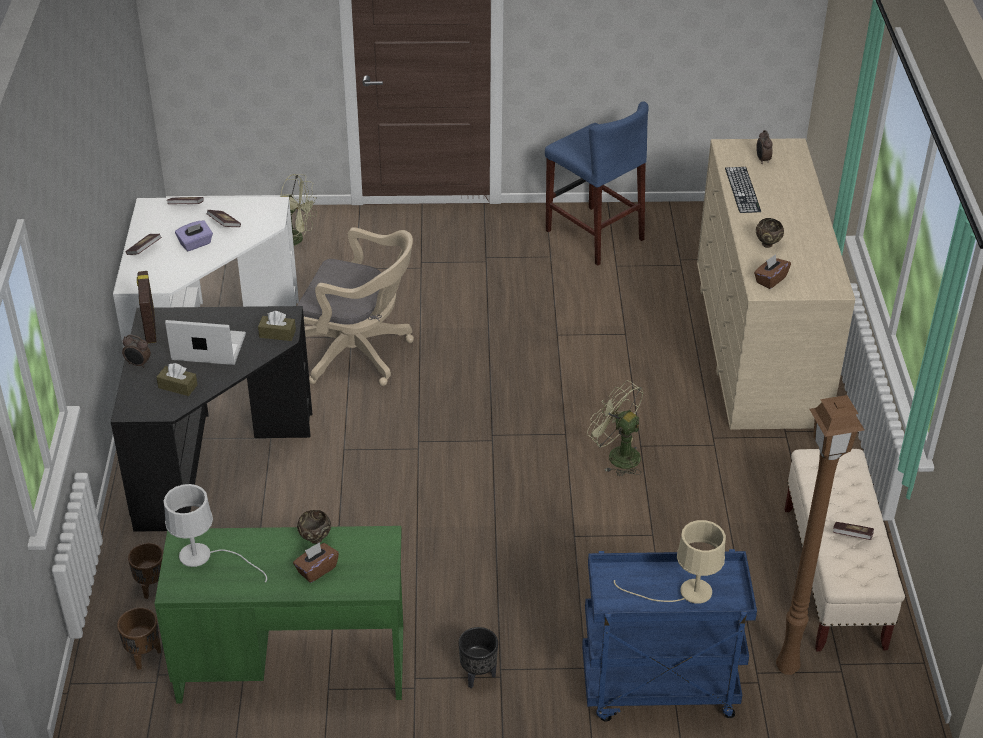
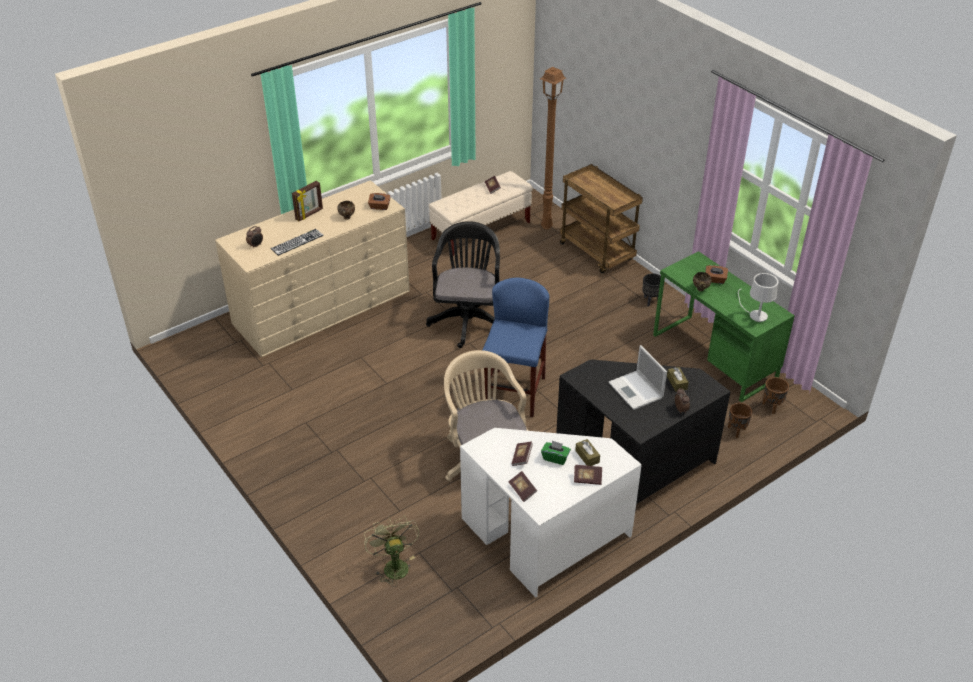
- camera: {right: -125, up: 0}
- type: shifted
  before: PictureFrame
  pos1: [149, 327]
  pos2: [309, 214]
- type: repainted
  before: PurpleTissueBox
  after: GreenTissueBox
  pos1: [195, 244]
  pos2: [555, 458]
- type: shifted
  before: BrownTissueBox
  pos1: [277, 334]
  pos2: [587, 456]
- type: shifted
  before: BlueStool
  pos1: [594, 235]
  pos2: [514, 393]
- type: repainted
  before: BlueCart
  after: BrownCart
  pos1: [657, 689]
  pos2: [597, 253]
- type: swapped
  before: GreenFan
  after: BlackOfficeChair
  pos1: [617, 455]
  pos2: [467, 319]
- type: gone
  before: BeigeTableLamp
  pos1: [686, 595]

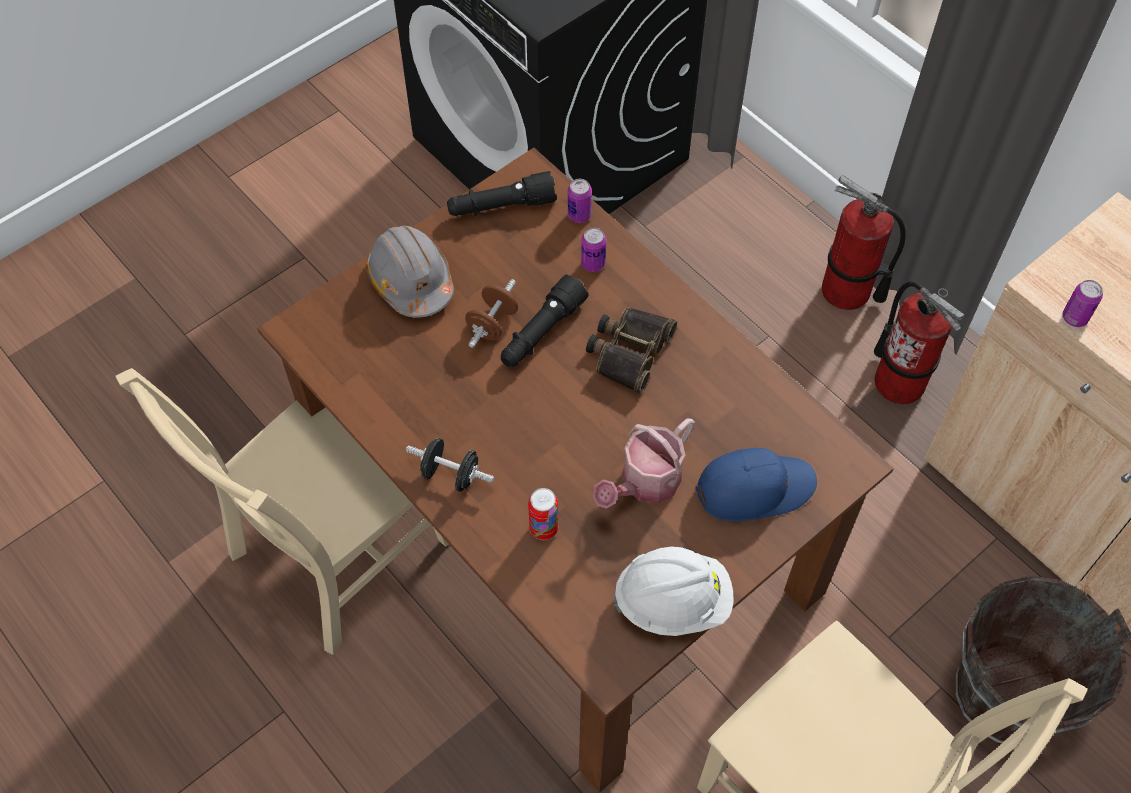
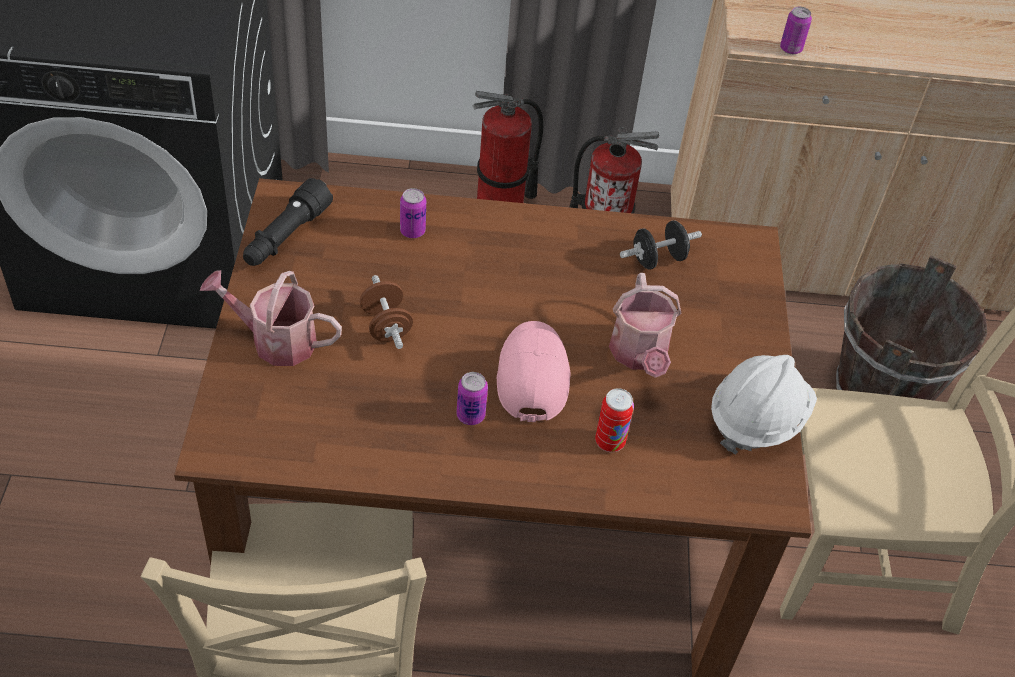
- camera: {right: -50, up: -10}
- type: swapped
  before: GreyHardHat
  after: WateringCan
  pos1: [411, 280]
  pos2: [275, 340]
- type: shifted
  before: BlackDumbbell
  pos1: [451, 474]
  pos2: [658, 259]
- type: gone
  before: BlackFlashlight
  pos1: [541, 332]
- type: shifted
  before: Can
  pos1: [579, 215]
  pos2: [470, 415]
- type: gone
  before: Binoculars
  pos1: [628, 351]
- type: gone
  before: BlueCap
  pos1: [755, 488]
- type: new
  after: PinkCap
  pos2: [532, 375]

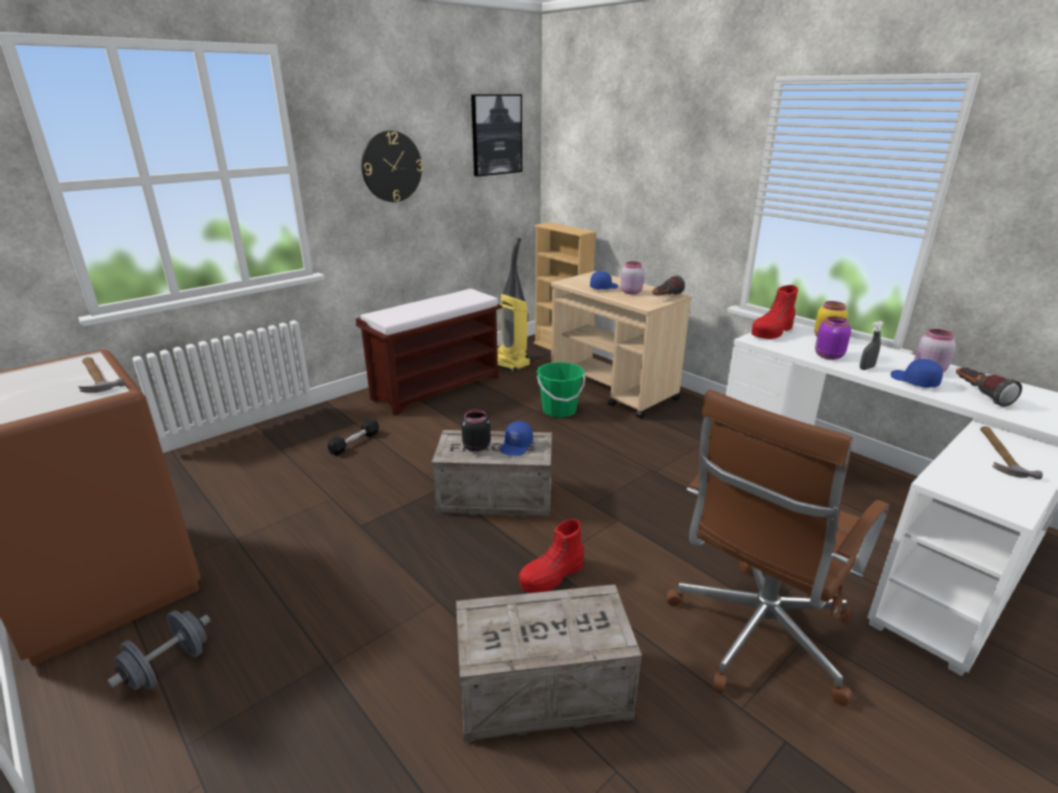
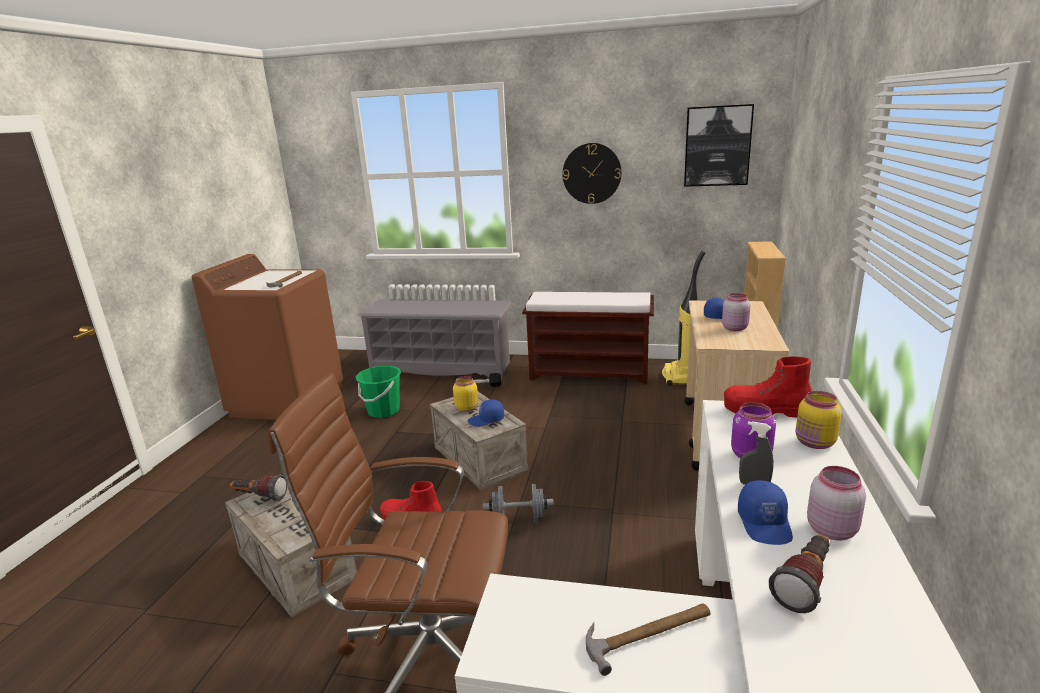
- camera: {right: 55, up: -5}
- type: shifted
  before: GreyDumbbell
  pos1: [168, 667]
  pos2: [519, 520]
- type: repainted
  before: BlackJar
  after: YellowJar
  pos1: [476, 447]
  pos2: [466, 408]
- type: shifted
  before: GreenBucket
  pos1: [559, 410]
  pos2: [383, 411]
- type: shifted
  before: Flashlight
  pos1: [665, 297]
  pos2: [259, 497]
- type: rotated
  before: BlueCap
  pos1: [913, 381]
  pos2: [765, 523]
  turn: 150
- type: new
  after: GreyShoeRack
  pos2: [442, 368]

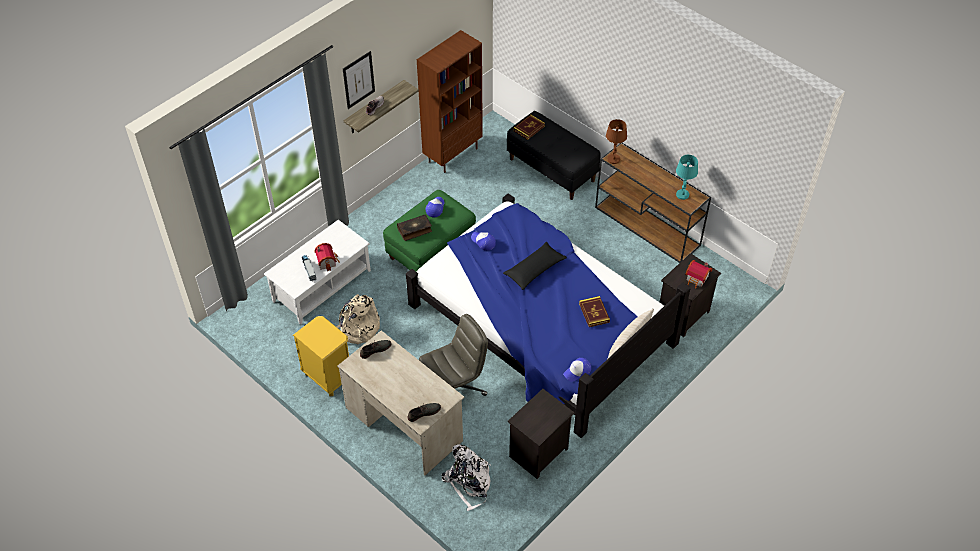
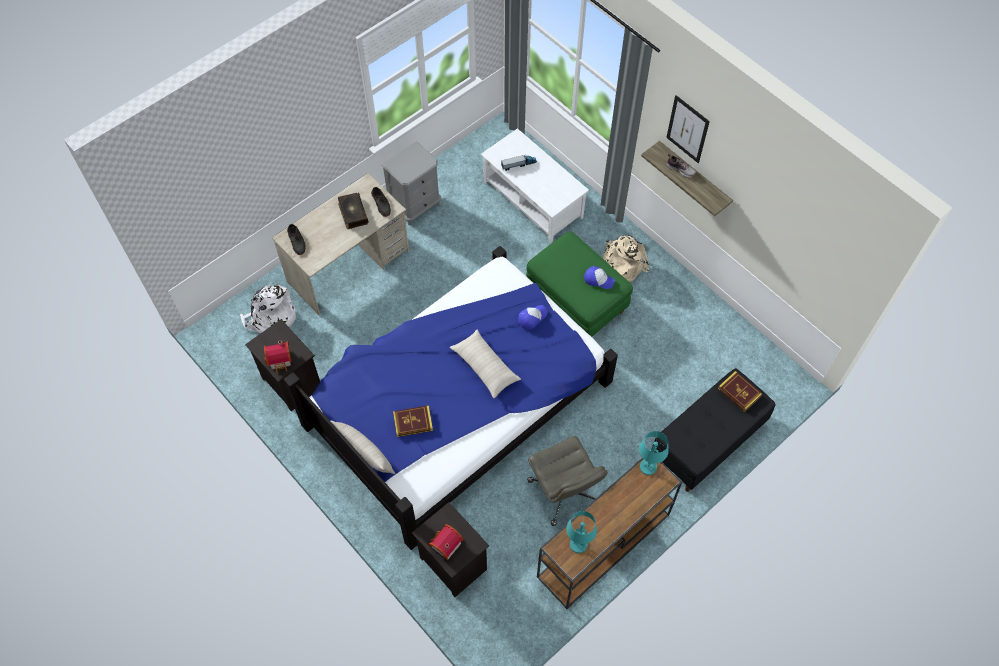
- camera: {right: 95, up: 10}
- type: repainted
  before: YellowNightstand
  after: GreyNightstand
  pos1: [328, 377]
  pos2: [415, 205]
- type: shifted
  before: ToyHouse
  pos1: [327, 261]
  pos2: [281, 360]
- type: shifted
  before: BeigeBackpack
  pos1: [356, 329]
  pos2: [622, 264]
- type: shifted
  before: Book
  pos1: [415, 230]
  pos2: [352, 213]
- type: gone
  before: BrownBookcase
  pos1: [452, 154]
- type: shifted
  before: GreyOfficeChair
  pos1: [455, 388]
  pos2: [564, 492]
- type: repainted
  before: BlackPillow
  after: BeigePillow
  pos1: [534, 270]
  pos2: [485, 367]
- type: gone
  before: Cap
  pos1: [577, 371]
- type: repainted
  before: BrownTableLamp
  after: TurquoiseTableLamp
  pos1: [613, 159]
  pos2: [648, 467]

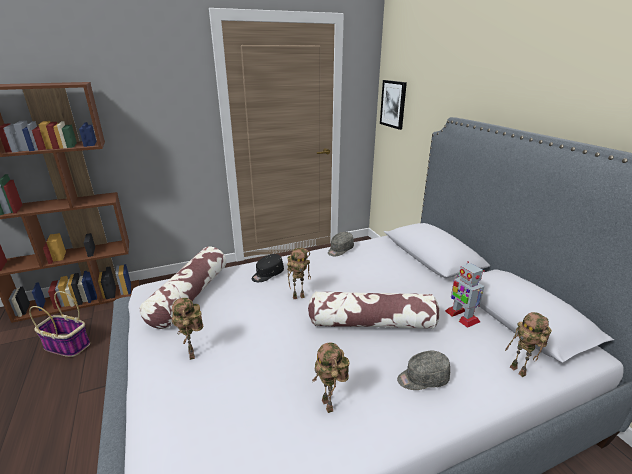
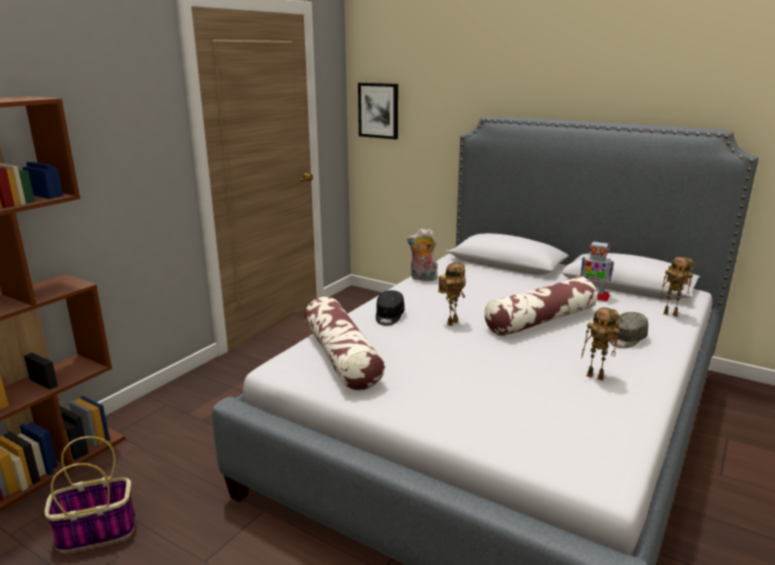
- camera: {right: -35, up: -5}
- type: gone
  before: ToyRobot
  pos1: [193, 354]
- type: swapped
  before: GreyCap
  after: PlushToy
  pos1: [340, 250]
  pos2: [422, 278]

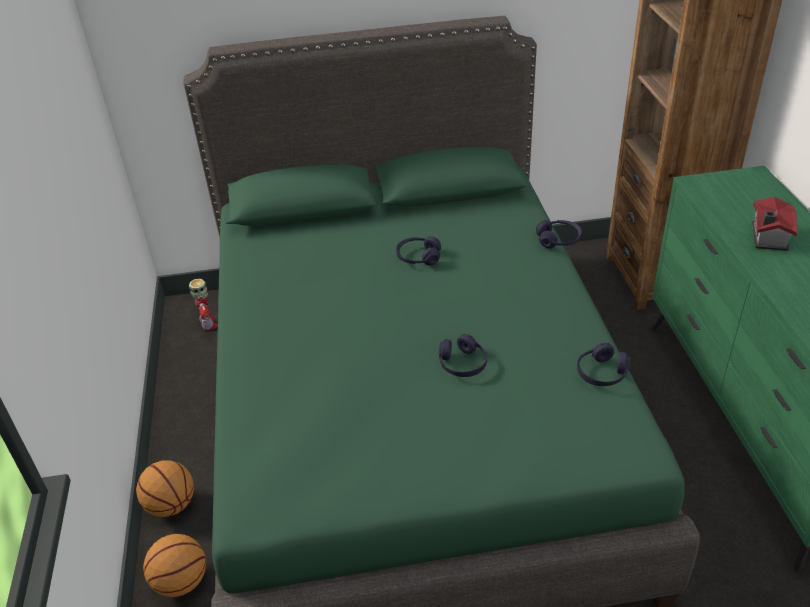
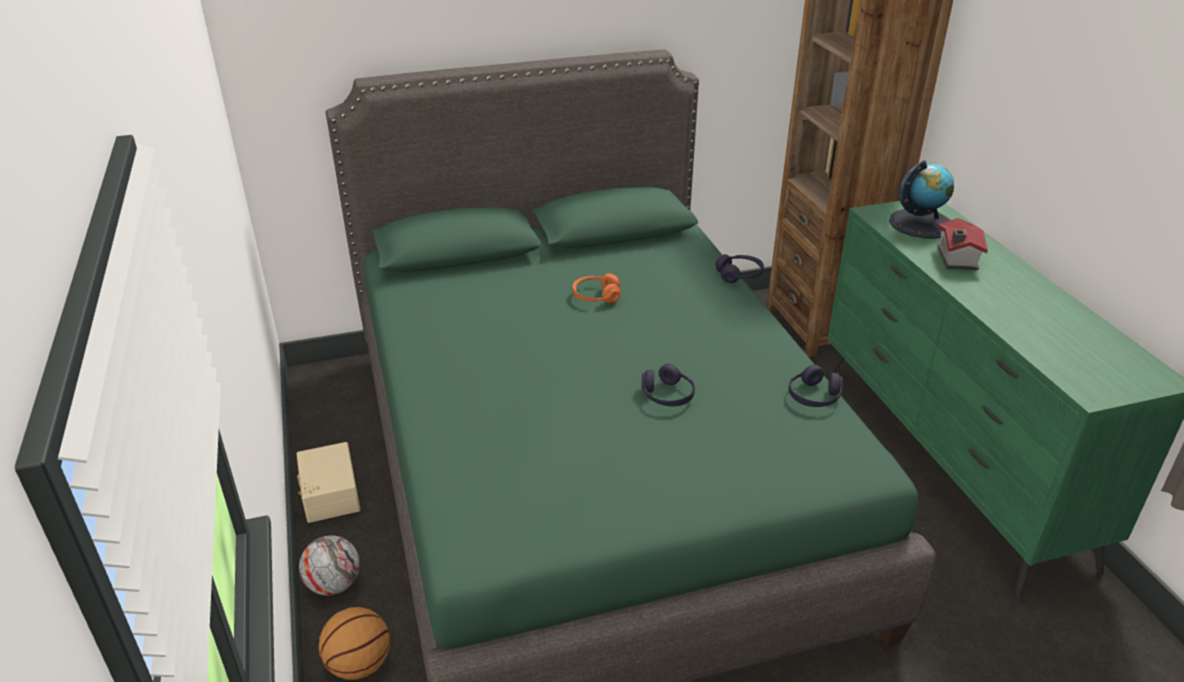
- camera: {right: -10, up: -5}
- type: swapped
  before: Basketball
  after: Football
  pos1: [172, 505]
  pos2: [334, 584]
- type: gone
  before: ToyRobot
  pos1: [208, 324]
- type: repainted
  before: PurpleHeadphones
  after: OrangeHeadphones
  pos1: [418, 257]
  pos2: [596, 296]
- type: new
  after: BeigeStorageBox
  pos2: [328, 493]
- type: new
  after: Globe
  pos2: [921, 223]

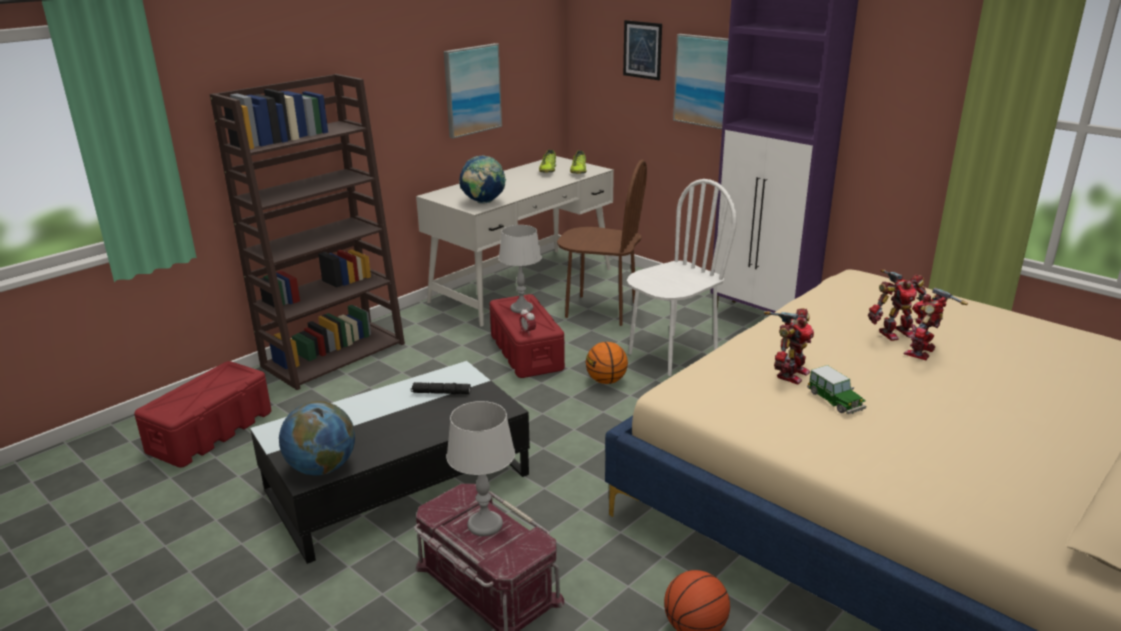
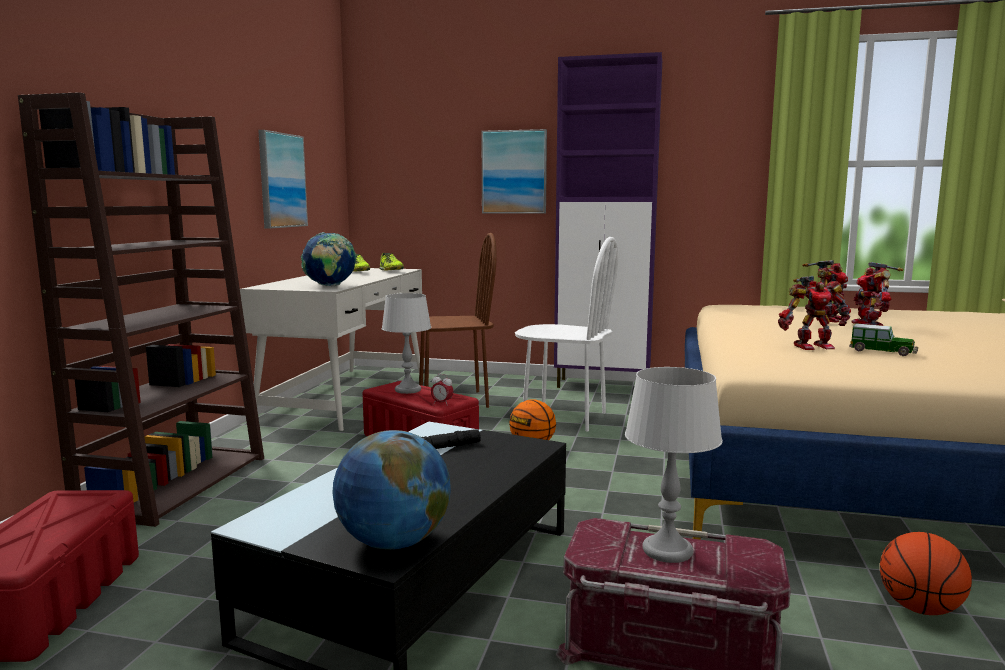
- camera: {right: -30, up: -15}
- type: gone
  before: Picture
  pos1: [642, 50]
- type: rotated
  before: WhiteChair
  pos1: [672, 354]
  pos2: [564, 418]
  turn: 90
- type: rotated
  before: ToyRobot
  pos1: [790, 374]
  pos2: [811, 346]
  turn: 75

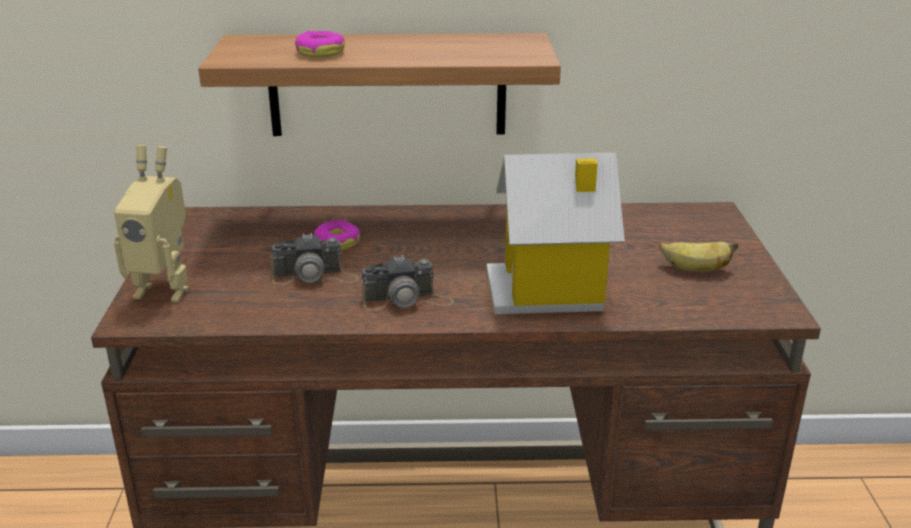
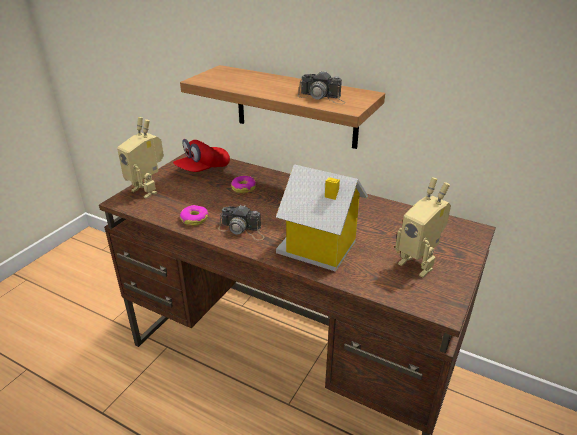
- camera: {right: 30, up: 5}
- type: shifted
  before: PhotoCamera
  pos1: [315, 276]
  pos2: [322, 97]
- type: shifted
  before: Donut
  pos1: [320, 52]
  pos2: [194, 219]
- type: swapped
  before: Banana
  after: ToyRobot
  pos1: [694, 270]
  pos2: [418, 264]
- type: new
  after: RedCap
  pos2: [203, 169]

